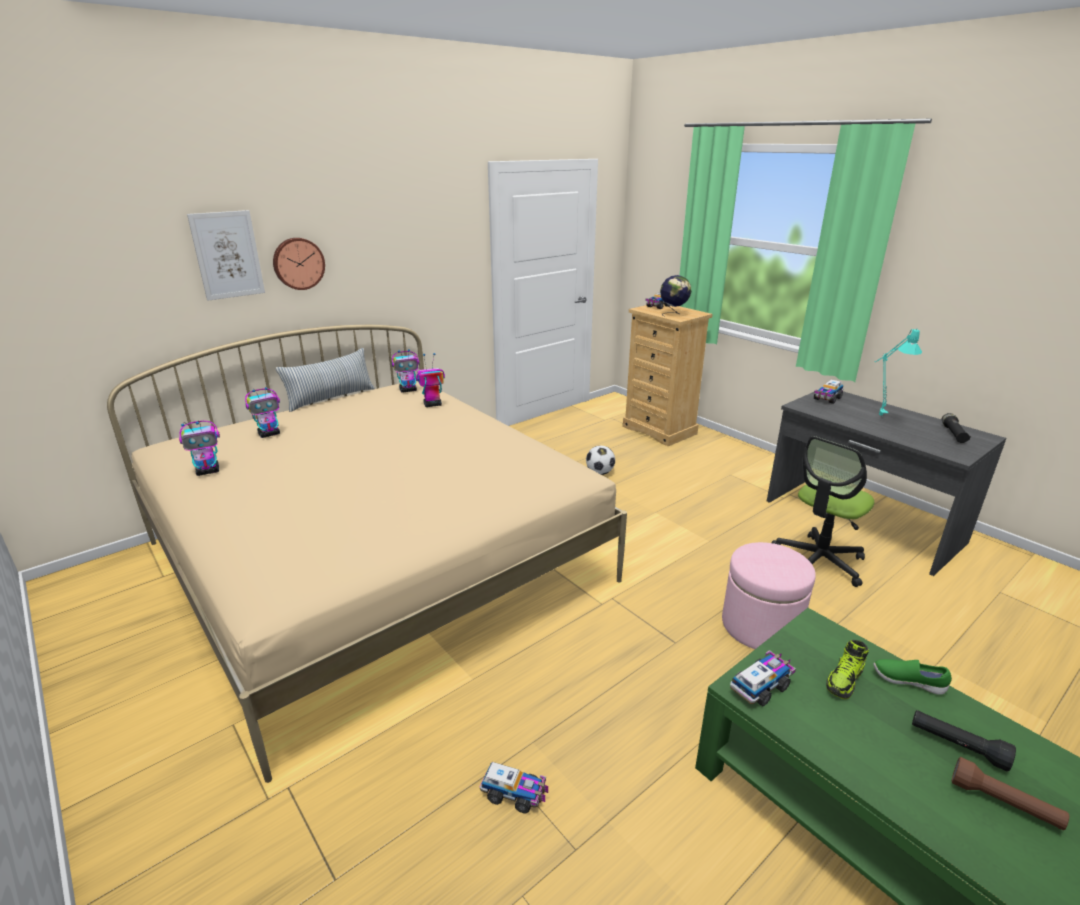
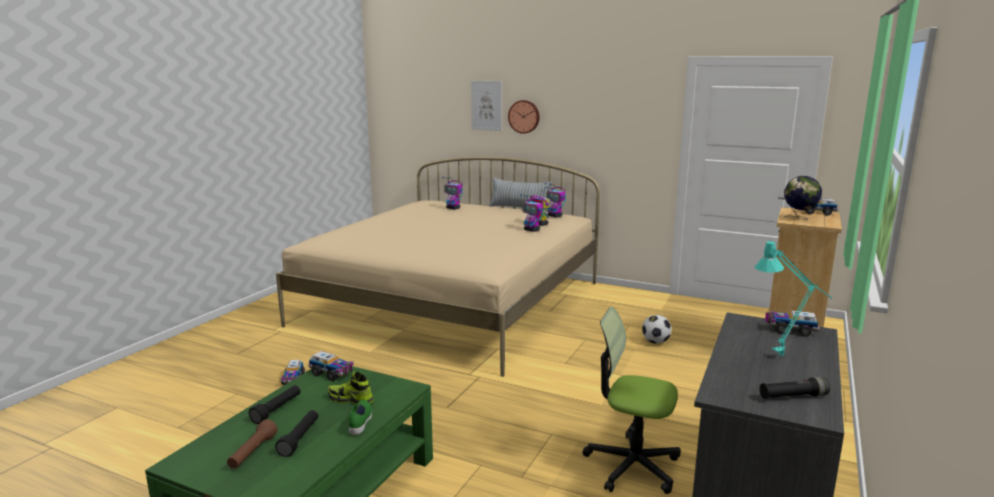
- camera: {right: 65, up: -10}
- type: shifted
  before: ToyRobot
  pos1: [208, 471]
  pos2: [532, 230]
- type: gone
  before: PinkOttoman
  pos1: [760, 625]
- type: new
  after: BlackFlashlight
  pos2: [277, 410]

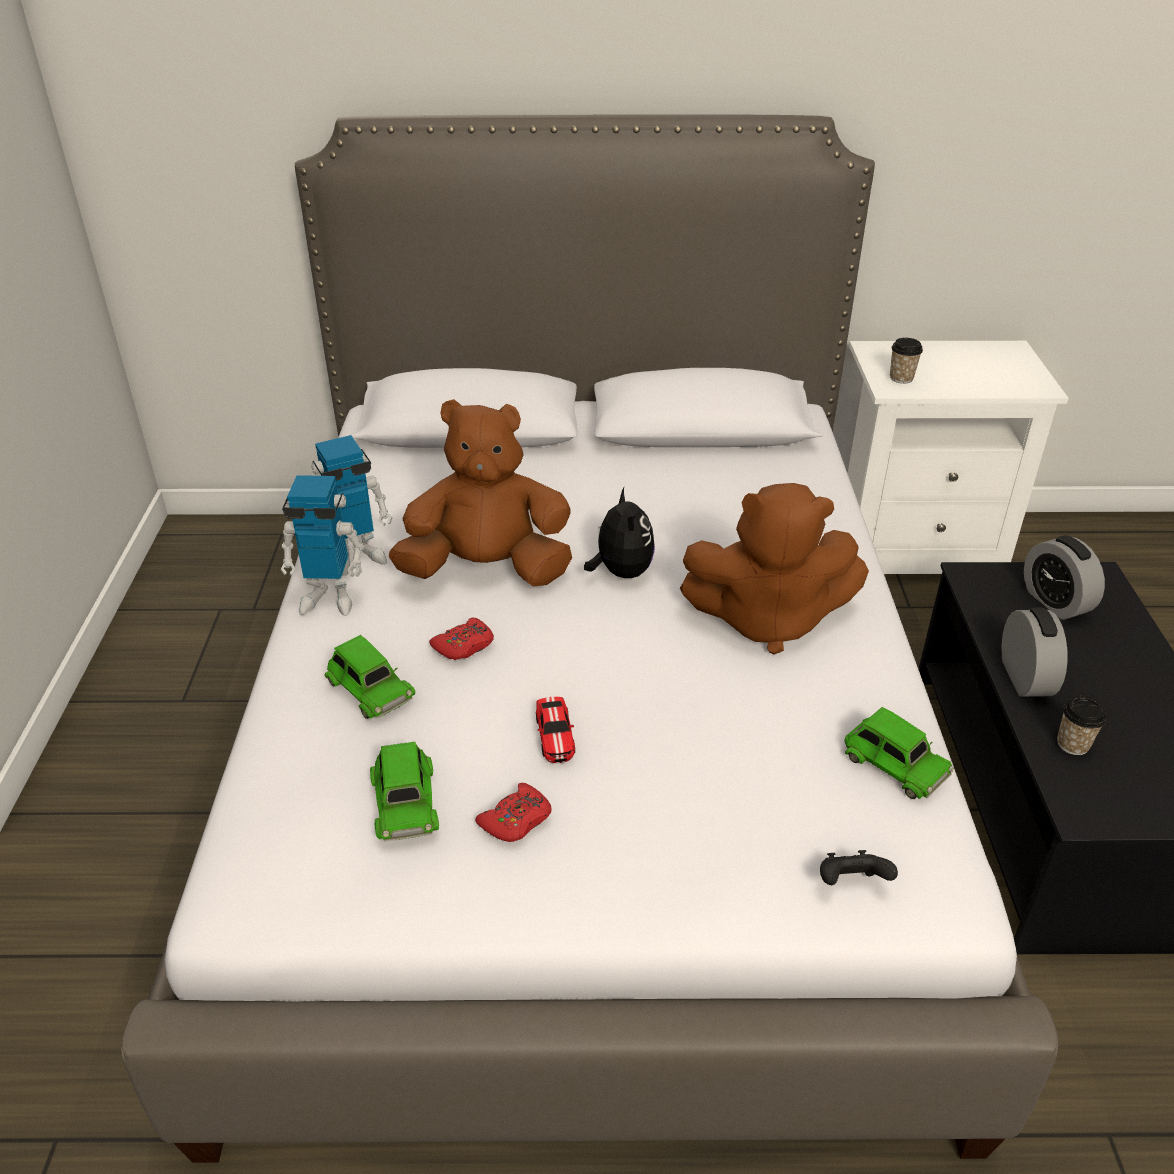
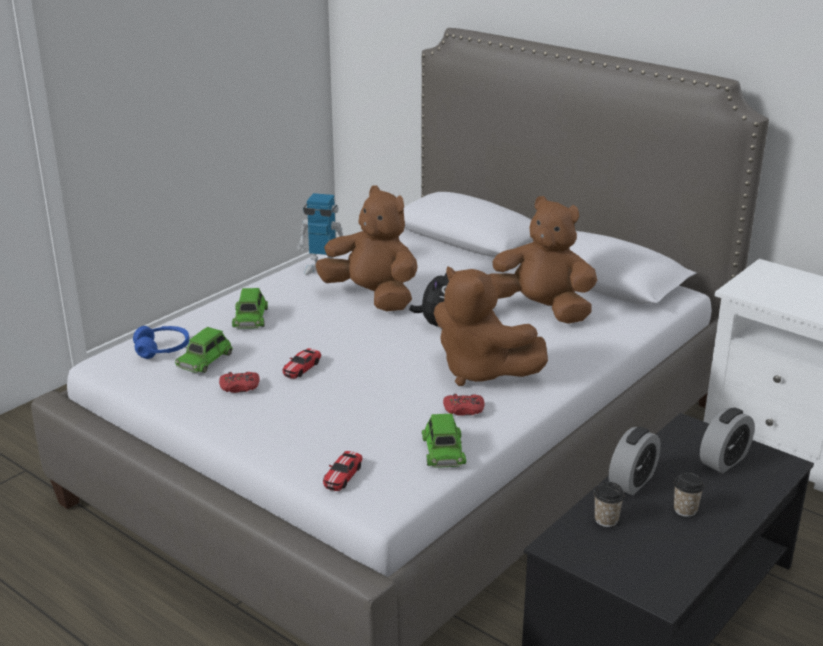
- camera: {right: 40, up: -10}
- type: gone
  before: ToyRobot
  pos1: [329, 598]
- type: shifted
  before: RedGameController
  pos1: [464, 646]
  pos2: [464, 410]
- type: swapped
  before: BlackGameController
  after: ToyCar
  pos1: [850, 883]
  pos2: [343, 475]
- type: shifted
  before: Cup
  pos1: [901, 378]
  pos2: [685, 510]
- type: rotated
  before: AlarmClock
  pos1: [1055, 602]
  pos2: [724, 461]
  turn: -150
- type: new
  after: BlueHeadphones
  pos2: [162, 349]
- type: new
  after: BrownPlushToy
  pos2: [541, 310]

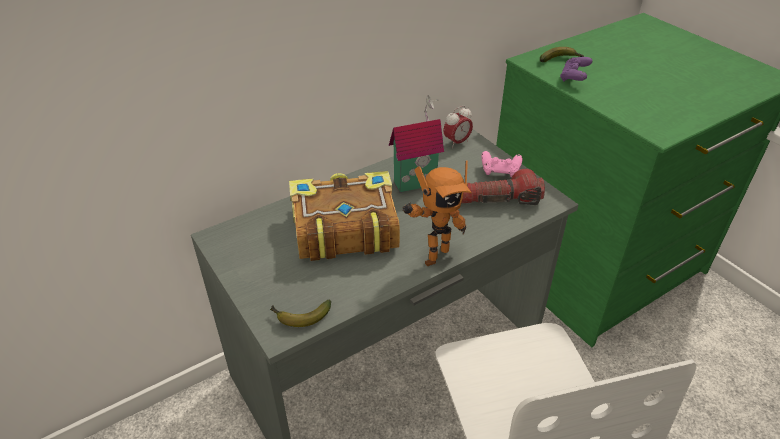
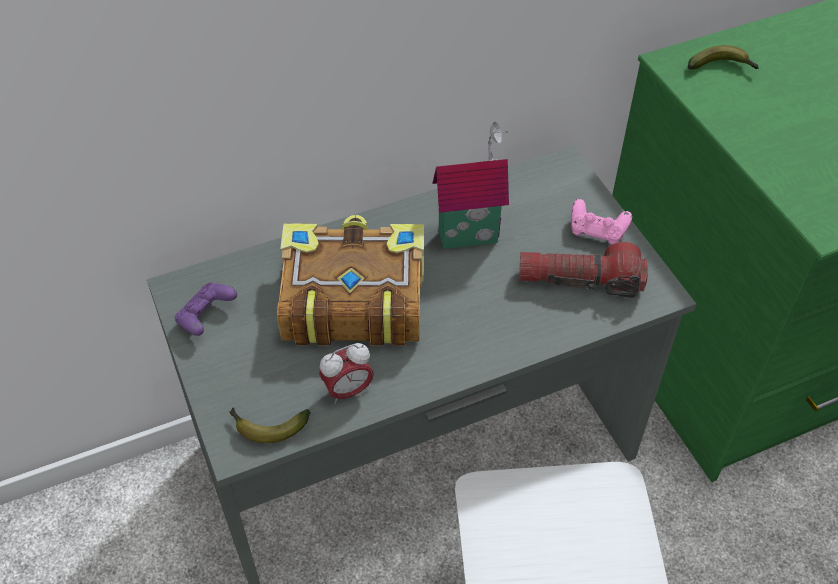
- camera: {right: 10, up: 10}
- type: gone
  before: ToyRobot
  pos1: [433, 255]
- type: shifted
  before: AlarmClock
  pos1: [457, 142]
  pos2: [348, 391]
- type: shifted
  before: PurpleGameController
  pos1: [574, 77]
  pos2: [206, 317]

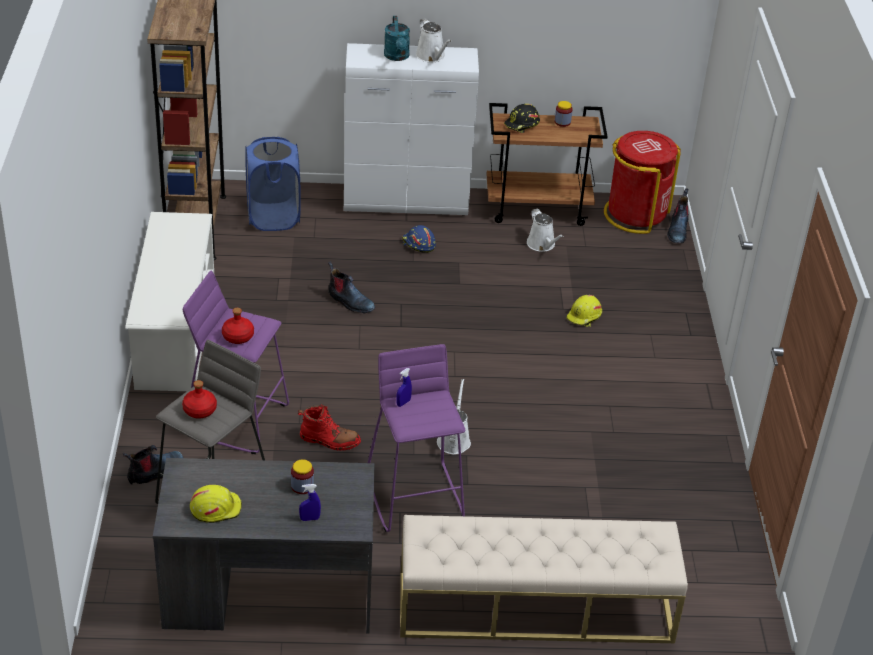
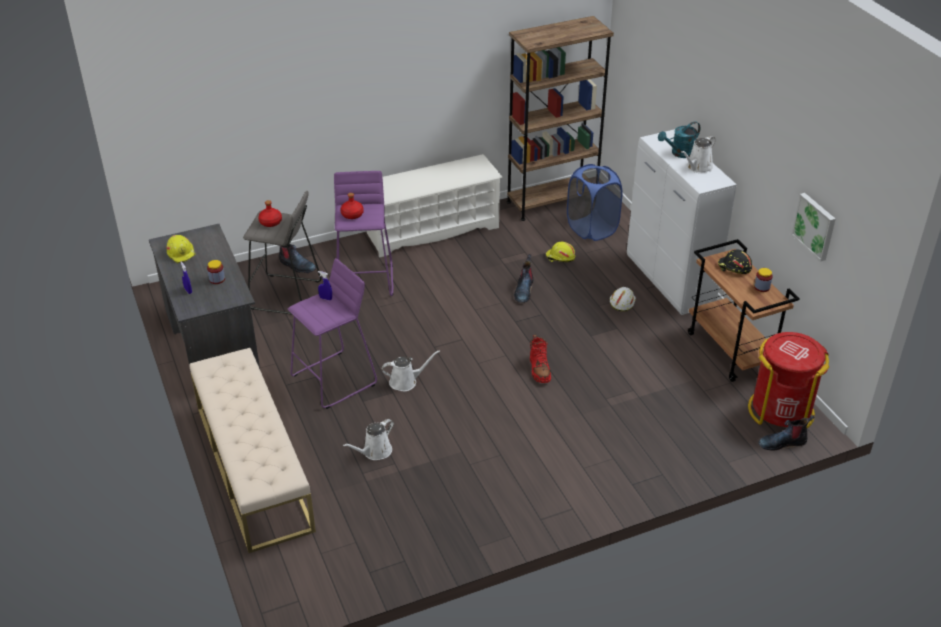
- camera: {right: 70, up: 0}
- type: shifted
  before: RedBoot
  pos1: [329, 440]
  pos2: [539, 369]
- type: repainted
  before: BlueHardHat
  after: WhiteHardHat
  pos1: [418, 244]
  pos2: [622, 302]
- type: shifted
  before: WhiteWateringCan
  pos1: [542, 245]
  pos2: [375, 452]
- type: shifted
  before: YellowHardHat
  pos1: [584, 317]
  pos2: [560, 257]
- type: new
  after: Picture
  pos2: [815, 226]

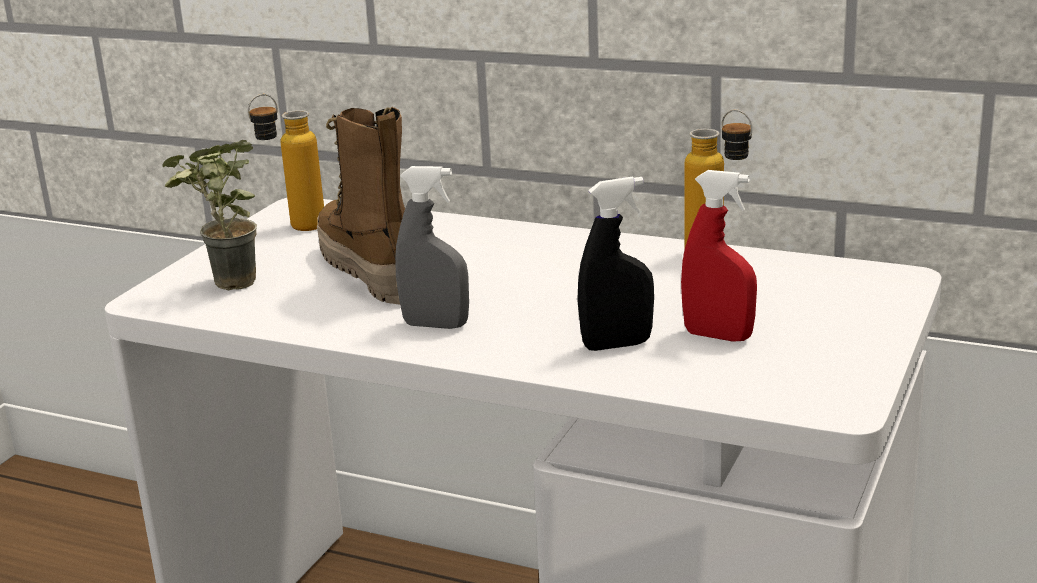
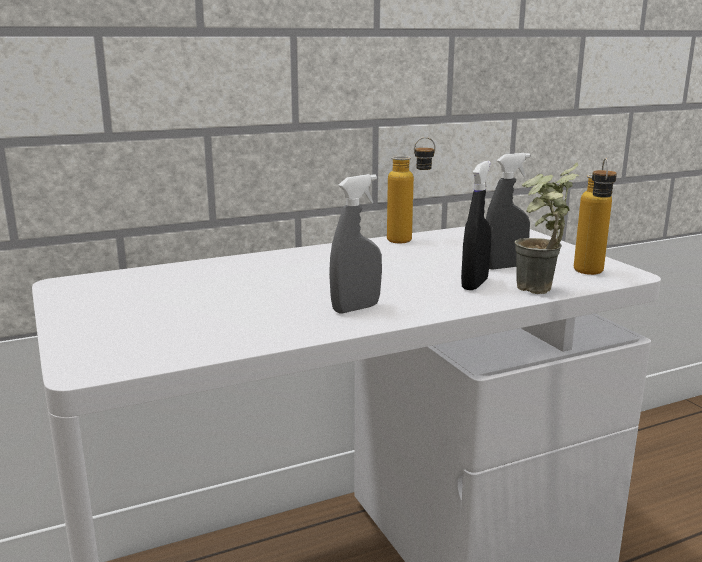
- camera: {right: -50, up: -5}
- type: shifted
  before: PottedPlant
  pos1: [225, 287]
  pos2: [538, 293]
- type: shifted
  before: Bottle
  pos1: [294, 229]
  pos2: [590, 274]
- type: gone
  before: Boot
  pos1: [372, 271]
- type: repainted
  before: RedSprayBottle
  after: GreySprayBottle
  pos1: [718, 336]
  pos2: [504, 266]

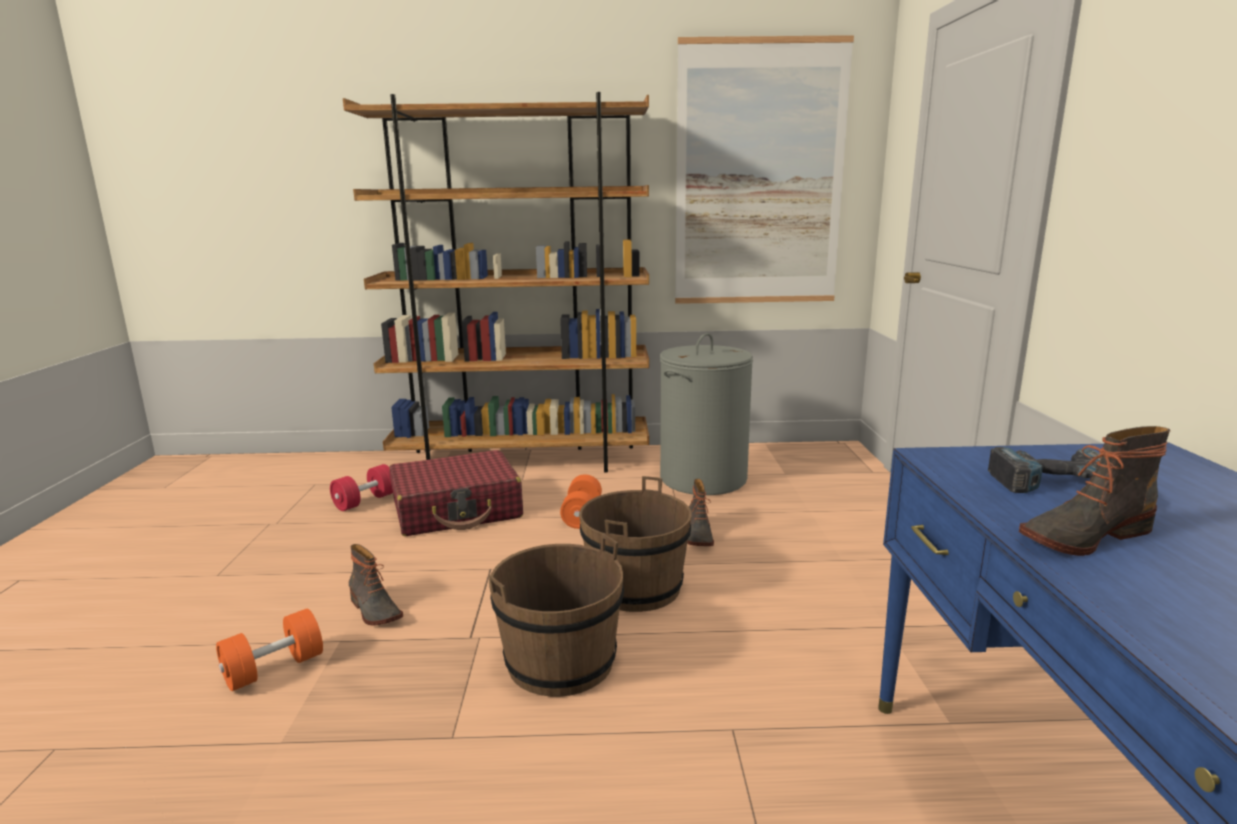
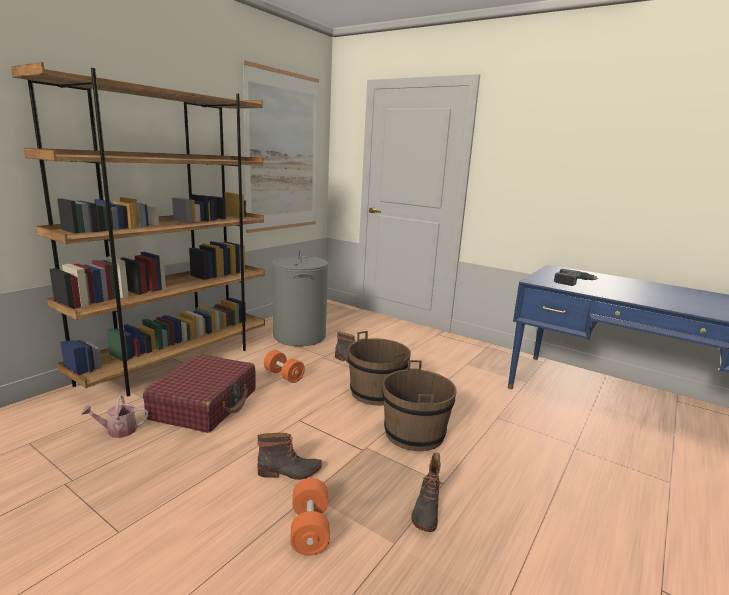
- camera: {right: -55, up: 0}
- type: swapped
  before: RedDumbbell
  after: WateringCan
  pos1: [365, 501]
  pos2: [117, 431]
- type: shifted
  before: Boot
  pos1: [1082, 535]
  pos2: [426, 510]

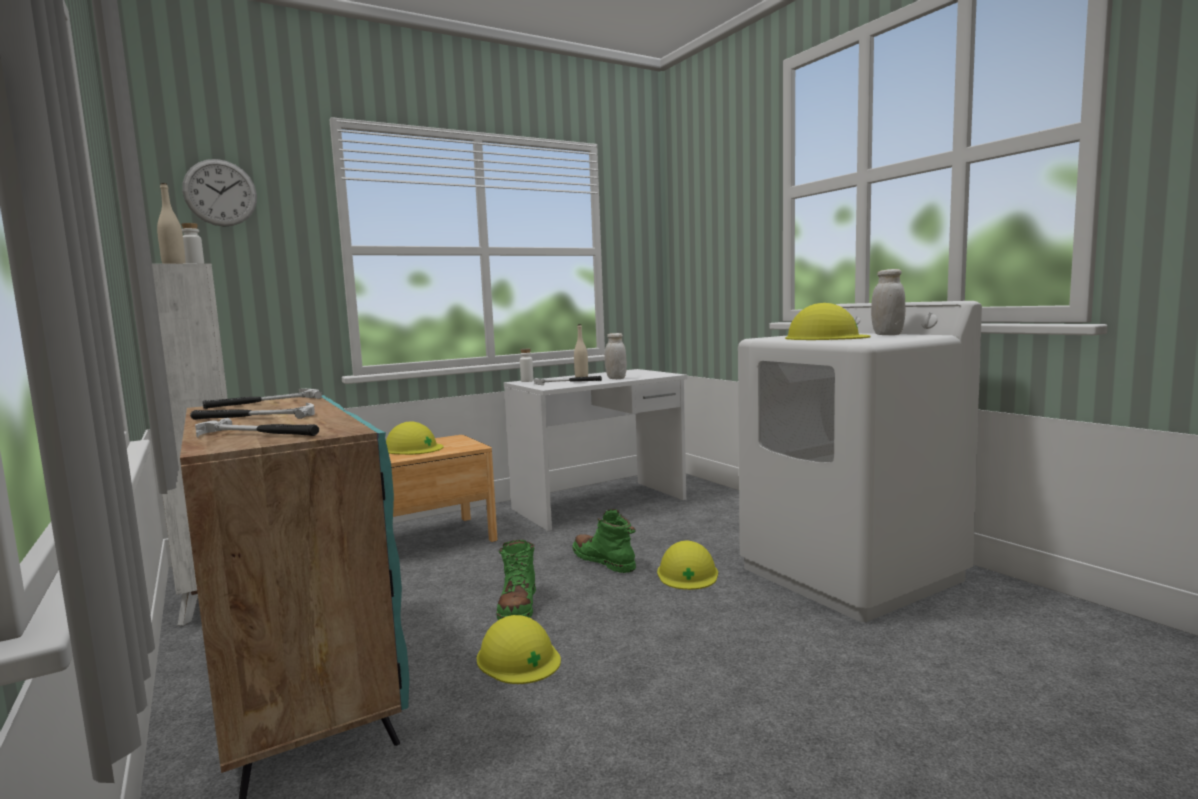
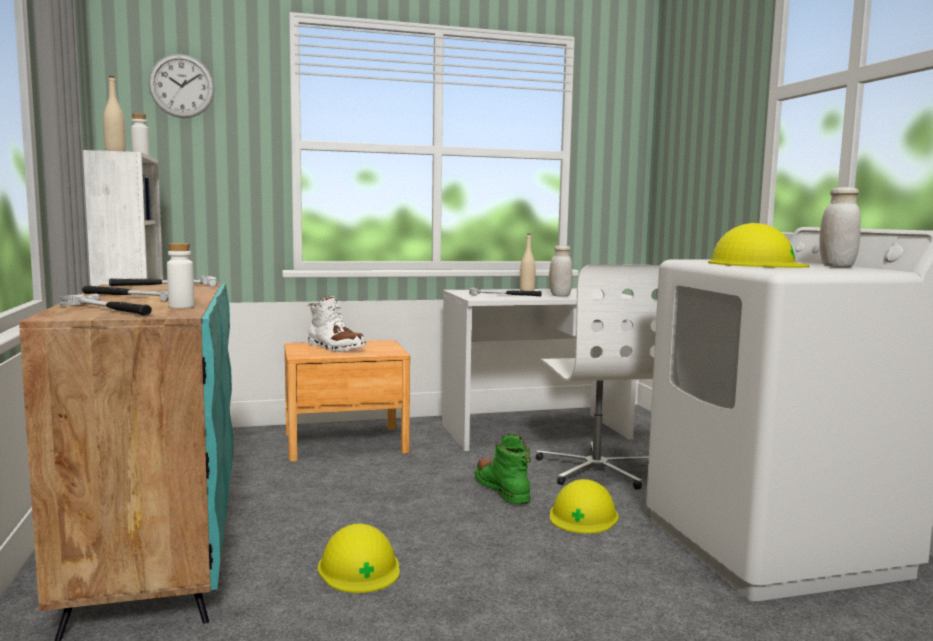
- camera: {right: 15, up: 0}
- type: swapped
  before: YellowHardHat
  after: WhiteBoot
  pos1: [413, 448]
  pos2: [335, 348]
- type: gone
  before: GreenBoot
  pos1: [518, 606]
- type: shifted
  before: WhiteBottle
  pos1: [527, 381]
  pos2: [181, 306]
- type: new
  after: WhiteOfficeChair
  pos2: [596, 469]

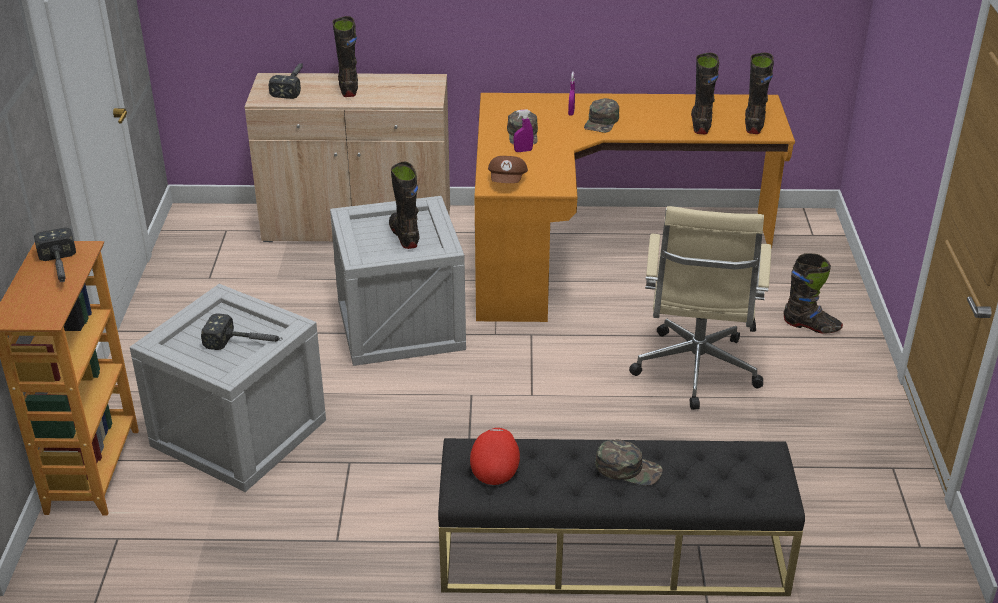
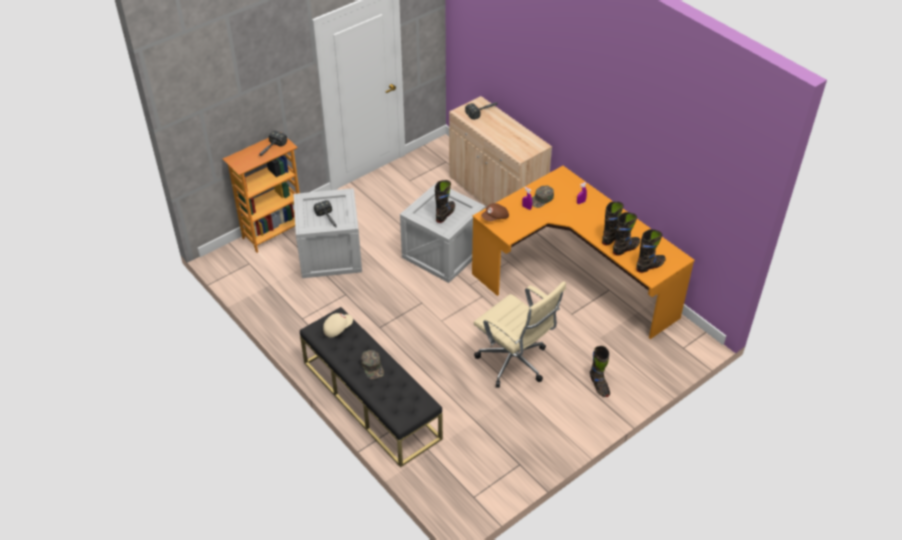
- camera: {right: 50, up: 10}
- type: shifted
  before: BlackBoot
  pos1: [348, 87]
  pos2: [612, 237]
- type: repainted
  before: RedCap
  after: BeigeCap
  pos1: [494, 463]
  pos2: [337, 328]
- type: gone
  before: GreenCap
  pos1: [602, 122]
- type: rotated
  before: BeigeOfficeChair
  pos1: [695, 373]
  pos2: [515, 363]
  turn: -105

